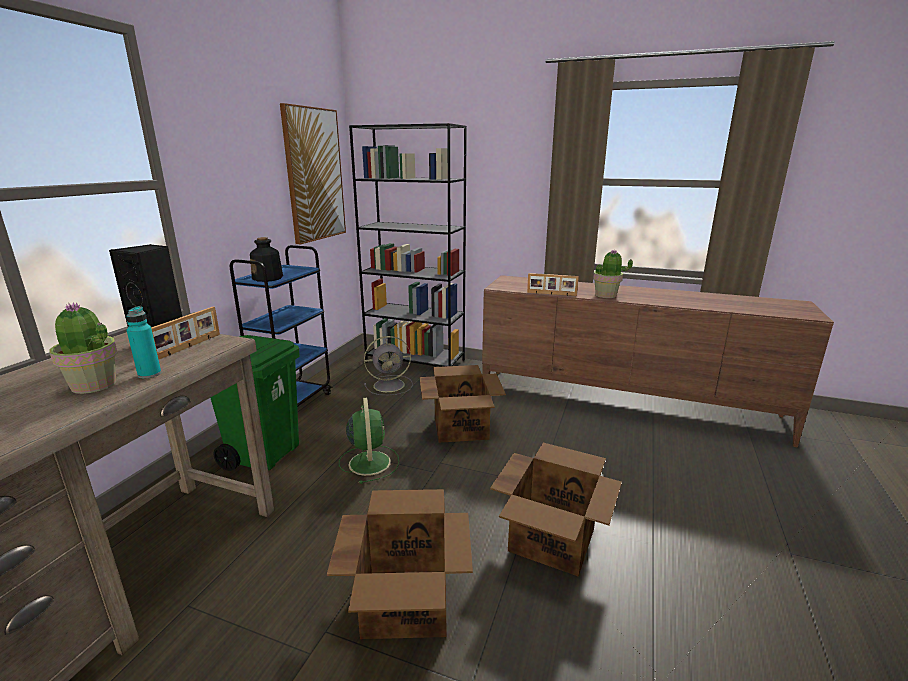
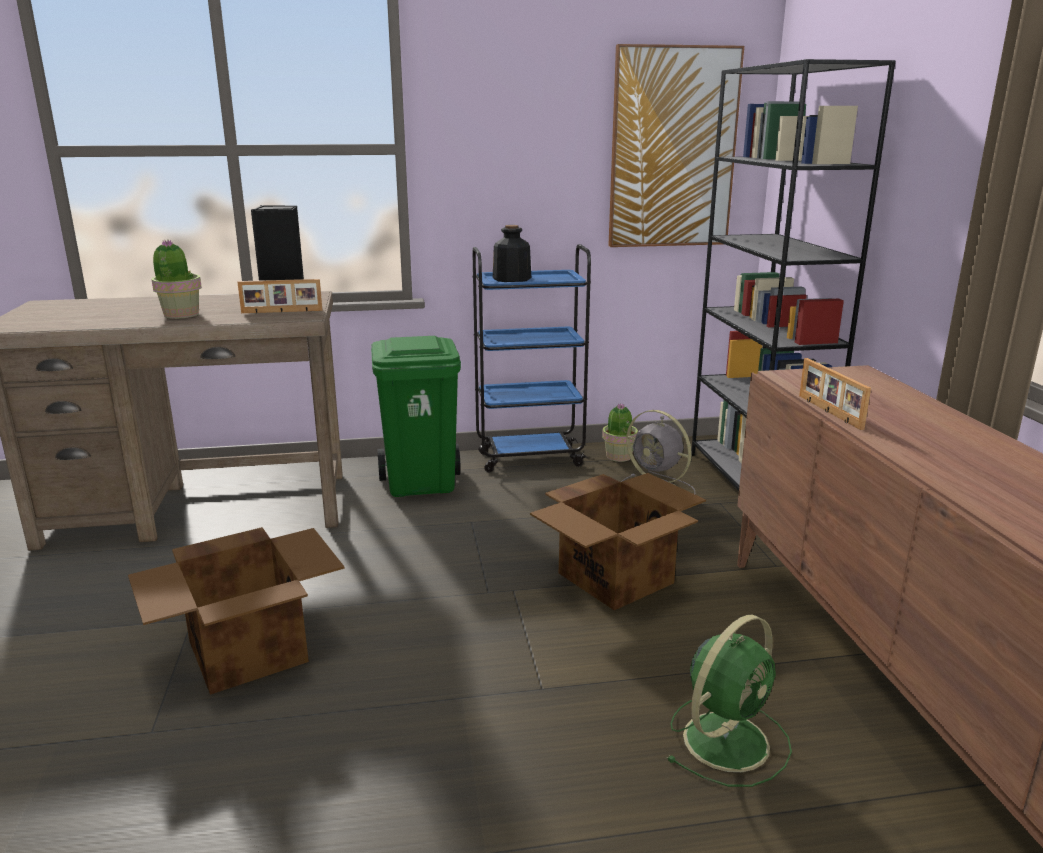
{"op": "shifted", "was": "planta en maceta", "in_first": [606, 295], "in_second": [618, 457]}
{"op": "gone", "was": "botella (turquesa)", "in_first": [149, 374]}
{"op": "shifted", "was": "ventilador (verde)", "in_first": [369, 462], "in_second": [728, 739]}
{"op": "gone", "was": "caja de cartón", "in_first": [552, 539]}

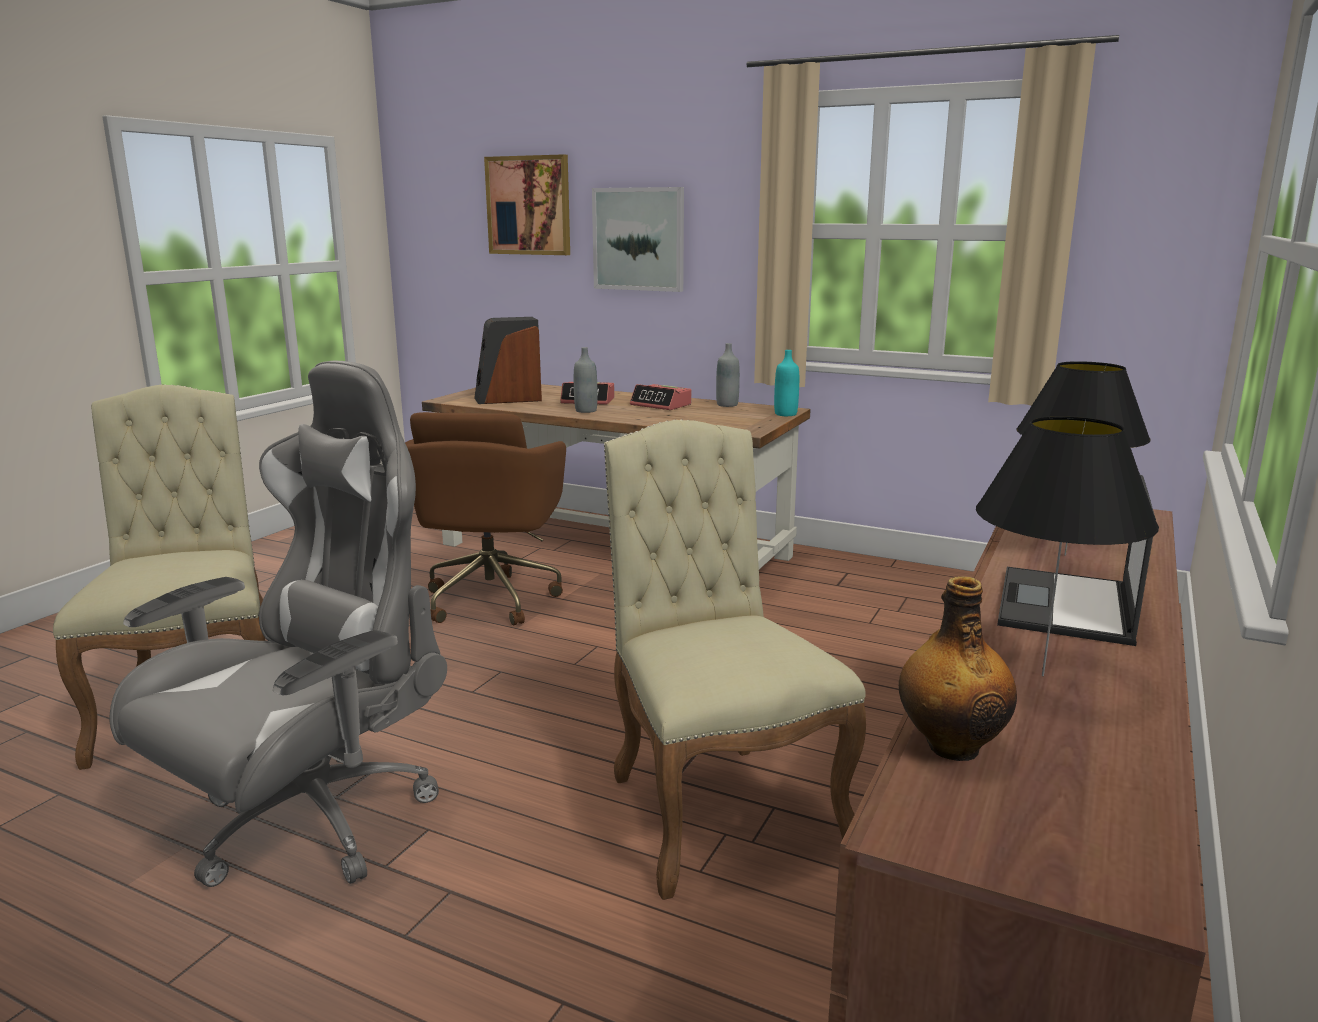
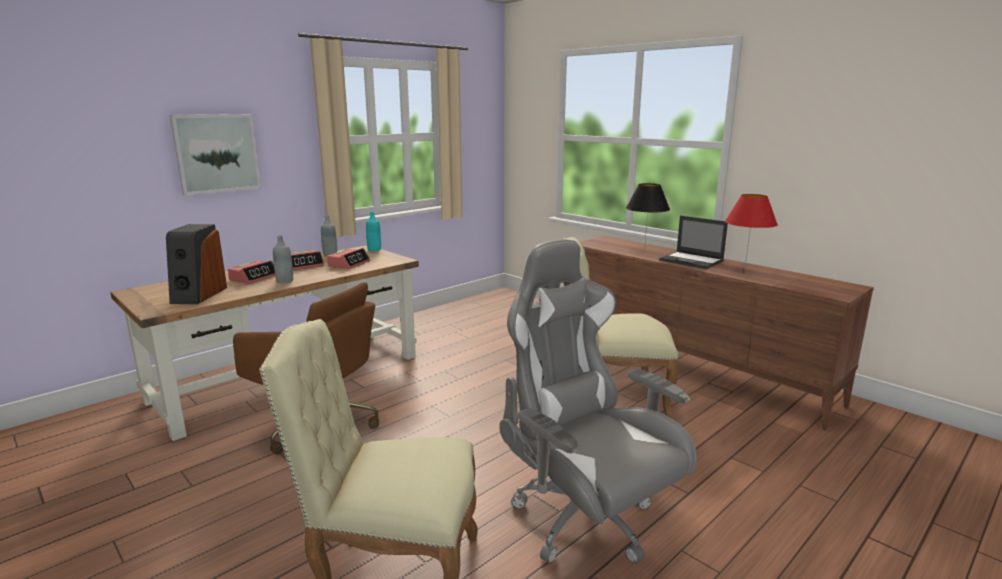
{"op": "gone", "was": "cuadro", "in_first": [529, 205]}
{"op": "repainted", "was": "lámpara de mesa (negro)", "now": "lámpara de mesa (rojo)", "in_first": [1041, 675], "in_second": [744, 272]}
{"op": "gone", "was": "botella", "in_first": [951, 746]}
{"op": "new", "now": "despertador", "in_second": [349, 264]}

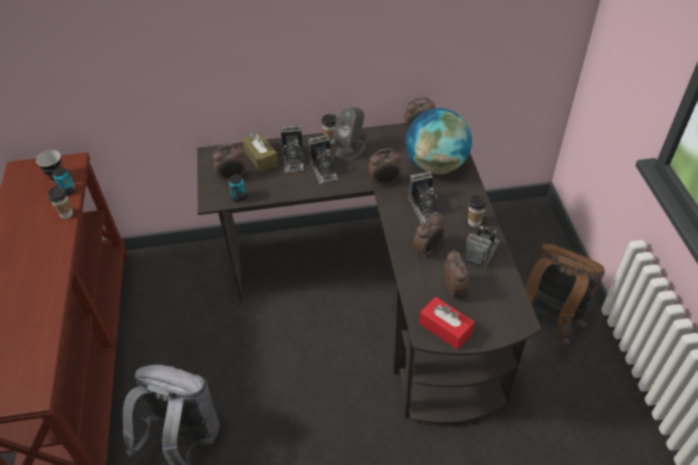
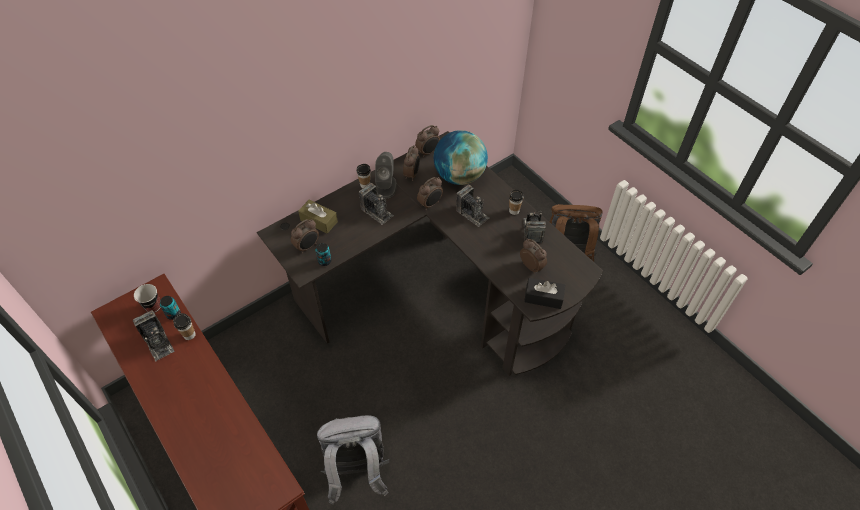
{"op": "shifted", "was": "cámara", "in_first": [293, 159], "in_second": [158, 343]}
{"op": "shifted", "was": "despertador", "in_first": [428, 249], "in_second": [412, 174]}
{"op": "repainted", "was": "caja de pañuelos (rojo)", "now": "caja de pañuelos (negro)", "in_first": [445, 328], "in_second": [543, 297]}

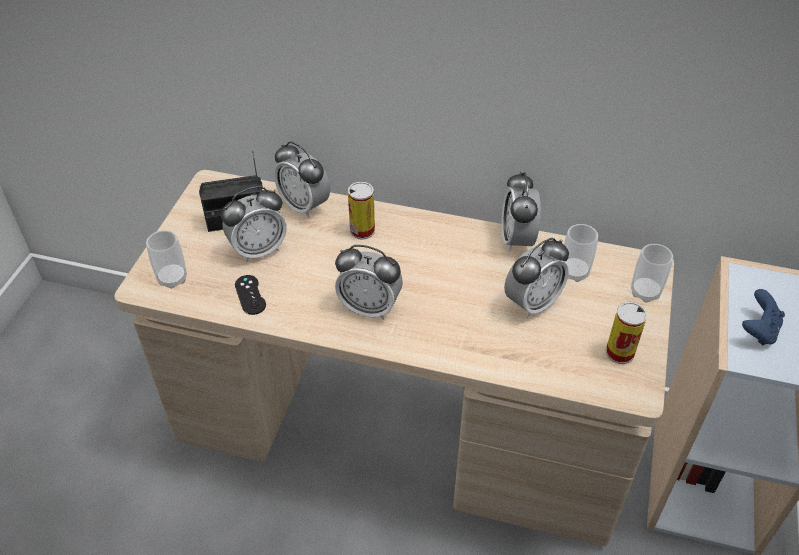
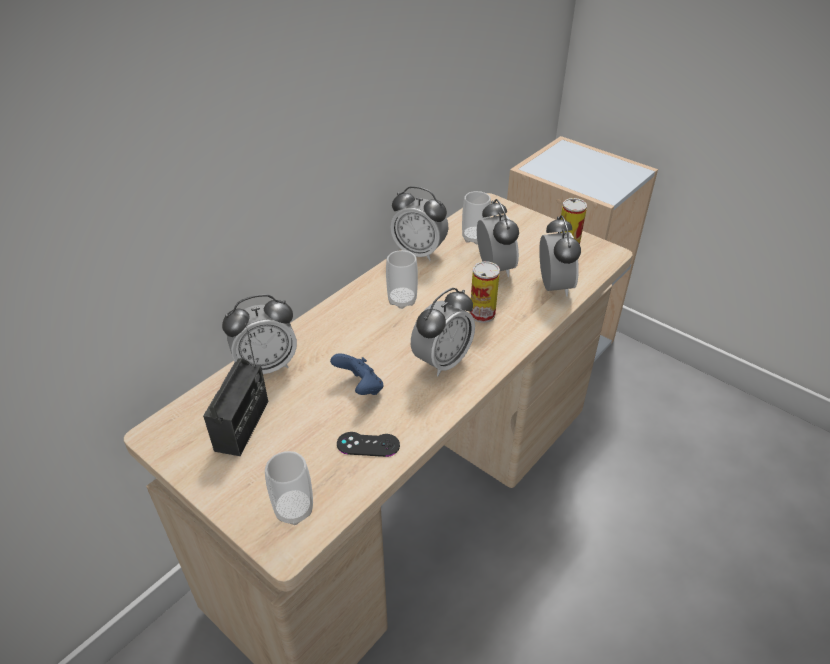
{"op": "shifted", "was": "lata", "in_first": [362, 230], "in_second": [482, 314]}
{"op": "shifted", "was": "despertador", "in_first": [258, 250], "in_second": [554, 286]}
{"op": "shifted", "was": "taza", "in_first": [645, 292], "in_second": [402, 300]}
{"op": "shifted", "was": "mando de consola (azul)", "in_first": [758, 331], "in_second": [360, 387]}

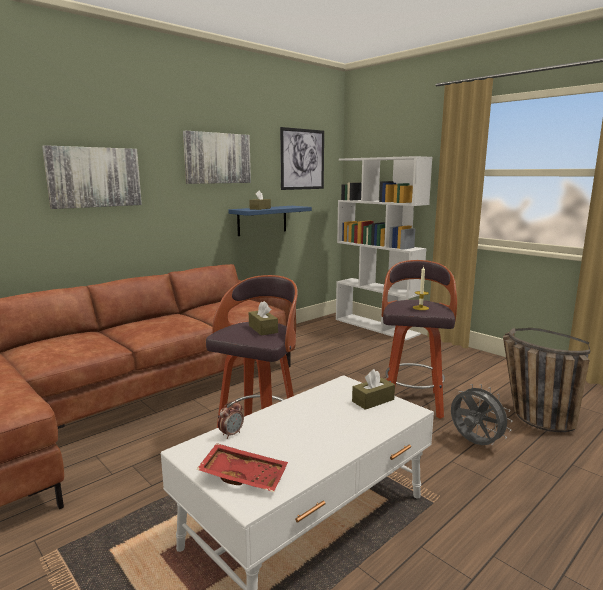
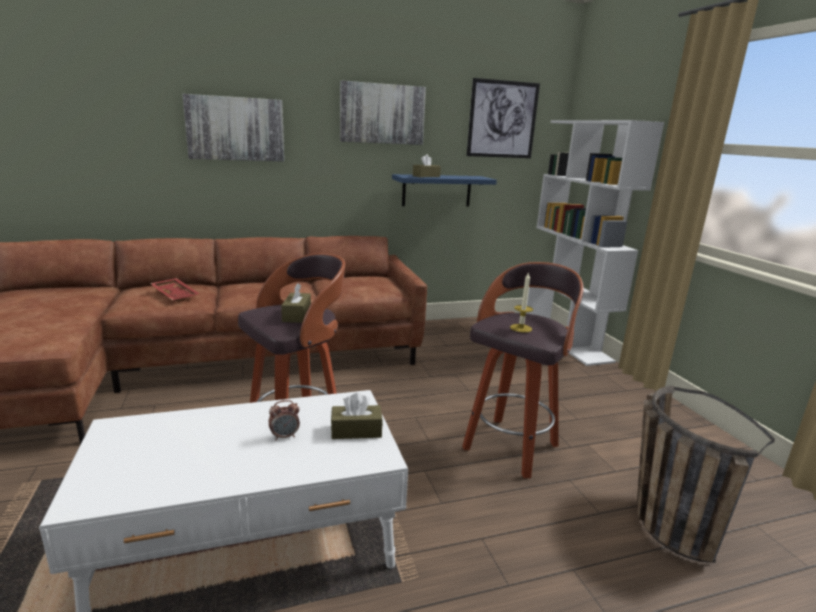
{"op": "gone", "was": "ventilador (gris)", "in_first": [474, 443]}
{"op": "shifted", "was": "despertador", "in_first": [231, 434], "in_second": [285, 436]}
{"op": "shifted", "was": "bandeja (rojo)", "in_first": [244, 475], "in_second": [176, 295]}

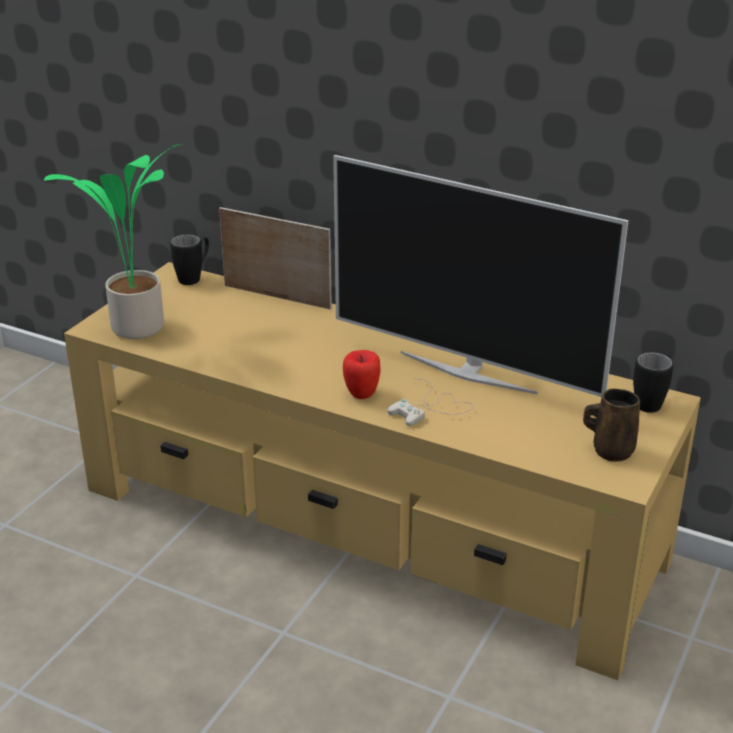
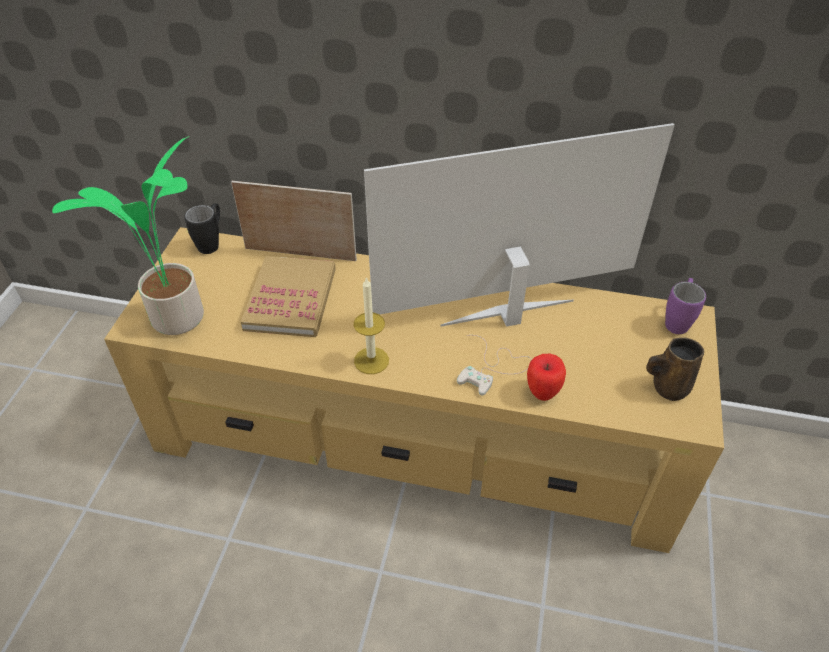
{"op": "rotated", "was": "televisor", "in_first": [468, 372], "in_second": [508, 315], "clockwise": 150}
{"op": "shifted", "was": "manzana", "in_first": [361, 394], "in_second": [542, 392]}
{"op": "repainted", "was": "taza grande (negro)", "now": "taza grande (morado)", "in_first": [652, 401], "in_second": [677, 320]}
{"op": "new", "now": "libro", "in_second": [291, 299]}
{"op": "new", "now": "vela", "in_second": [371, 360]}

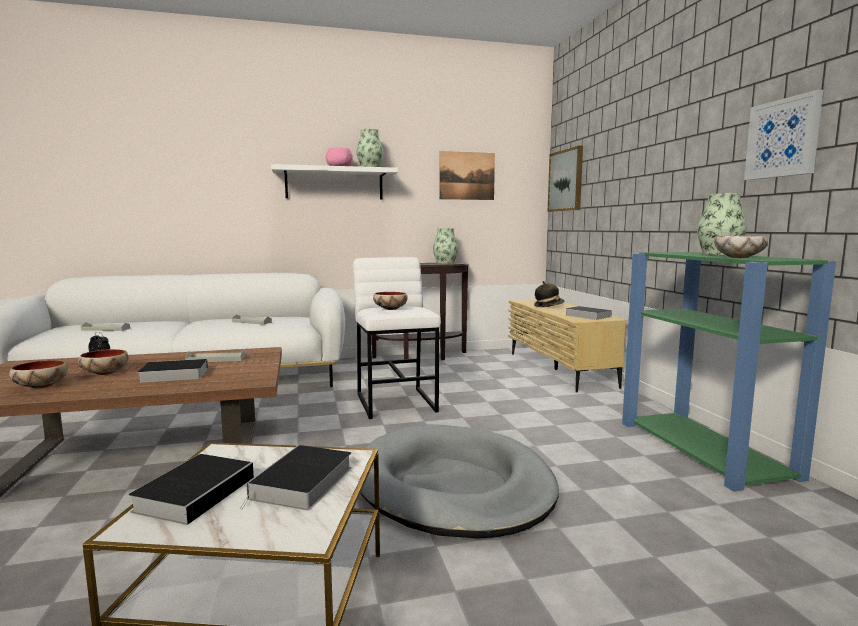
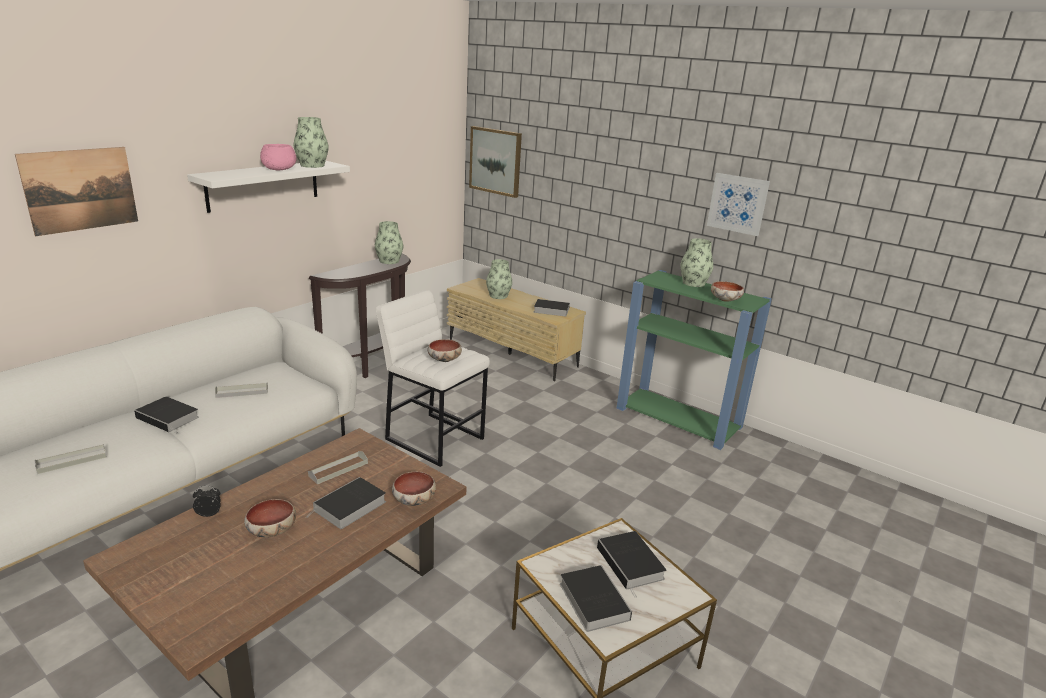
{"op": "shifted", "was": "cuadro", "in_first": [467, 176], "in_second": [80, 190]}
{"op": "swapped", "was": "sombrero", "now": "florero", "in_first": [548, 306], "in_second": [498, 296]}
{"op": "shifted", "was": "cuenco", "in_first": [40, 386], "in_second": [414, 500]}
{"op": "gone", "was": "cama para perro (gris)", "in_first": [453, 486]}
{"op": "new", "now": "libro", "in_second": [169, 418]}

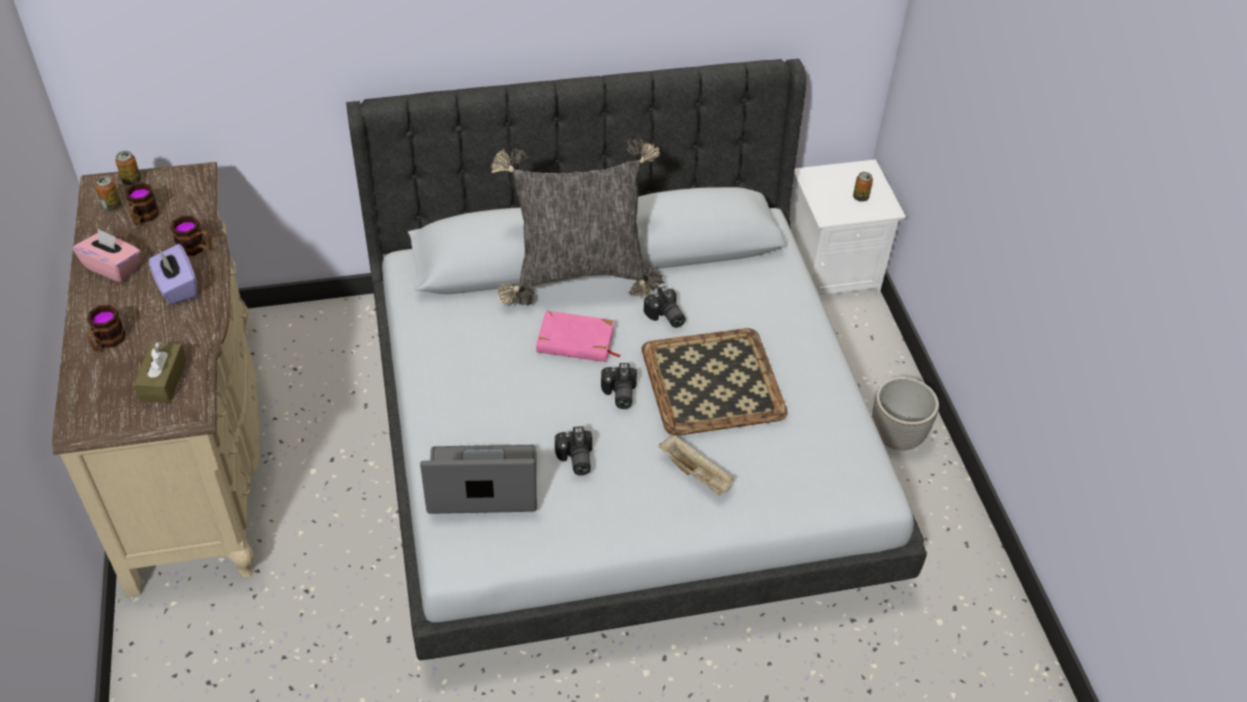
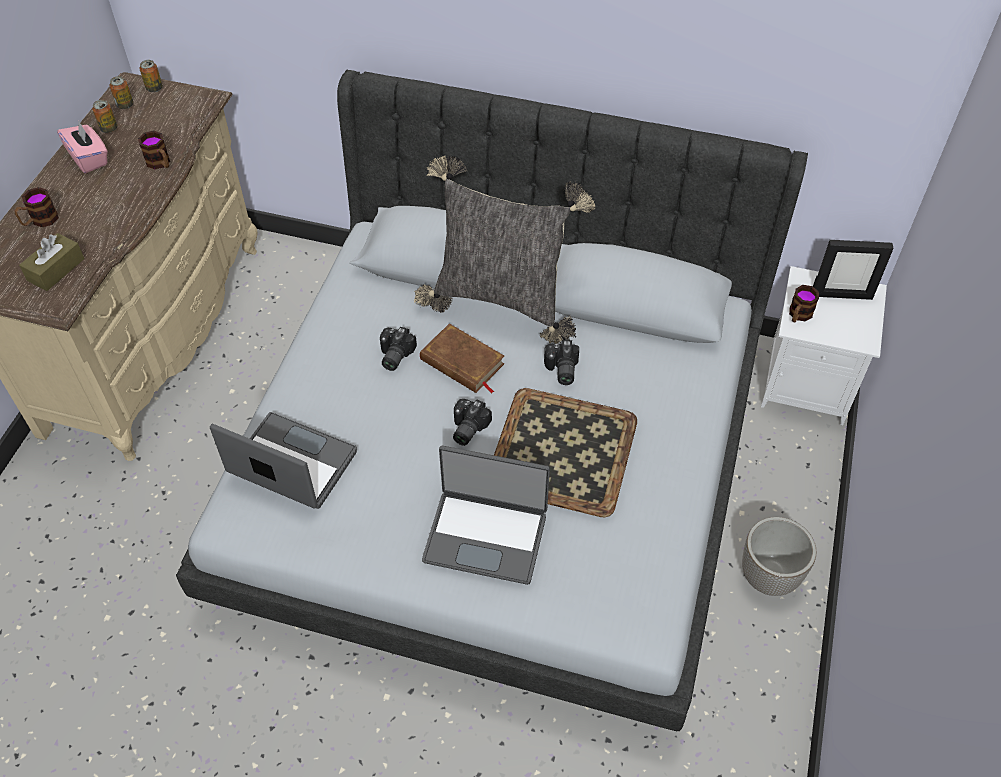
{"op": "shifted", "was": "lata", "in_first": [860, 197], "in_second": [109, 128]}
{"op": "shifted", "was": "taza grande", "in_first": [143, 217], "in_second": [798, 315]}
{"op": "gone", "was": "caja de pañuelos (morado)", "in_first": [177, 287]}
{"op": "repainted", "was": "libro (rosa)", "now": "libro (marrón)", "in_first": [575, 341], "in_second": [462, 362]}
{"op": "shifted", "was": "cámara", "in_first": [574, 460], "in_second": [393, 355]}
{"op": "swapped", "was": "bandeja (beis)", "now": "portátil", "in_first": [696, 474], "in_second": [486, 536]}
{"op": "new", "now": "portarretratos", "in_second": [842, 294]}

